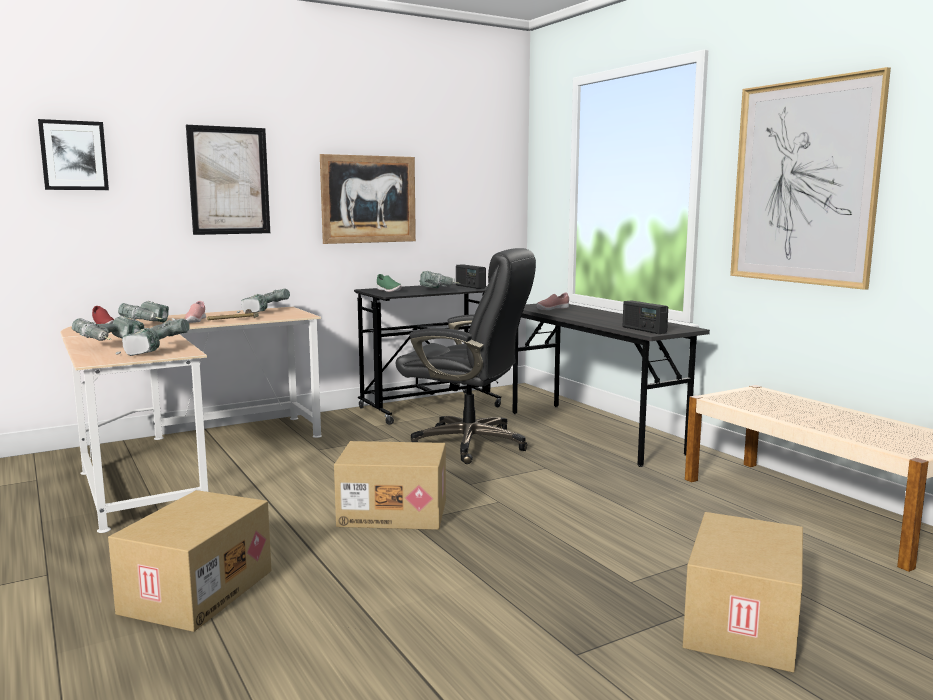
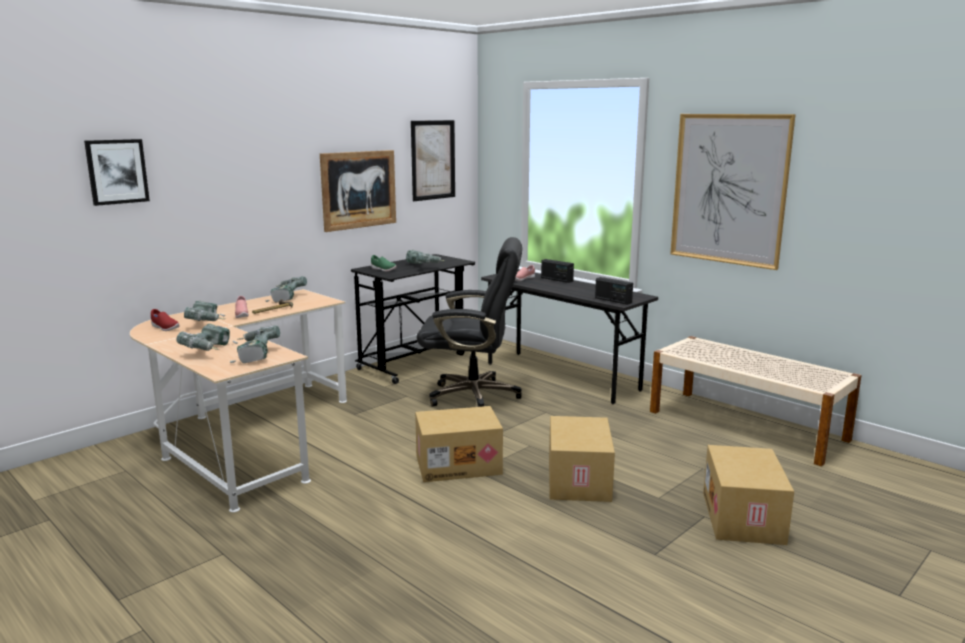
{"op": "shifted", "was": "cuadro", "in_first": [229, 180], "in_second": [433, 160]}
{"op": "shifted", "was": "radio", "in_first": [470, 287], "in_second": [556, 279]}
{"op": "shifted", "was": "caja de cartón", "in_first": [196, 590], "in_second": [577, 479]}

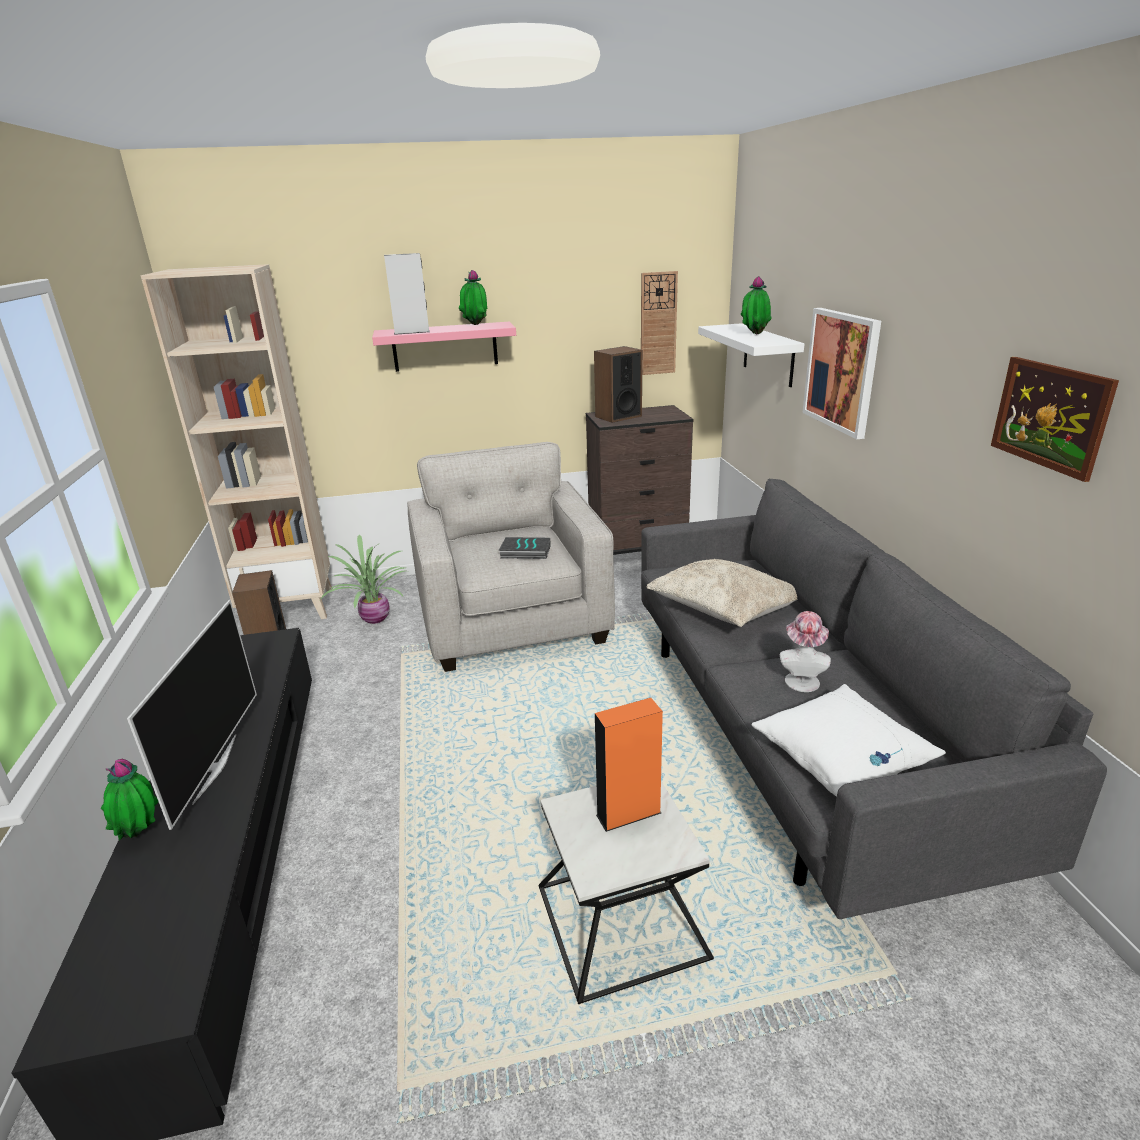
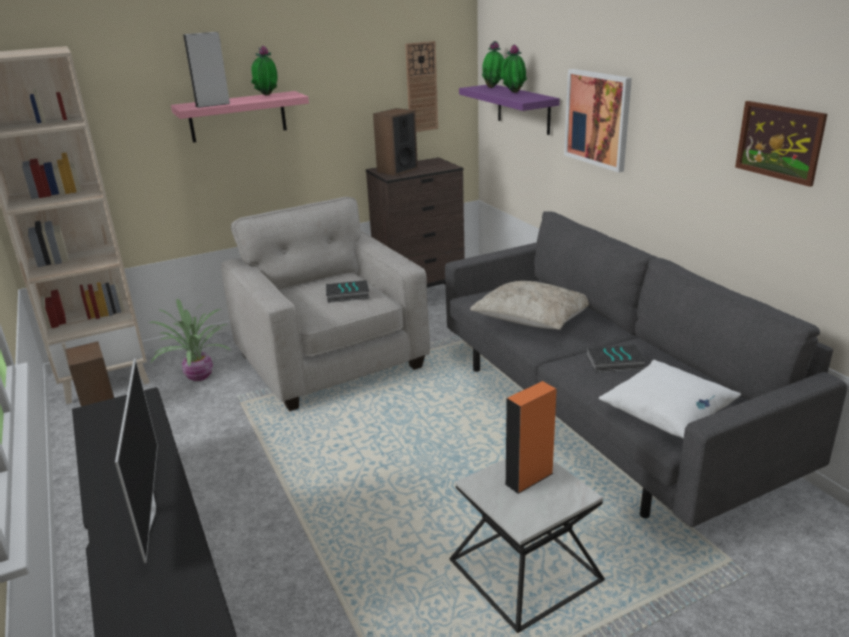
{"op": "repainted", "was": "estante (blanco)", "now": "estante (morado)", "in_first": [768, 354], "in_second": [523, 109]}
{"op": "swapped", "was": "sombrero", "now": "libro", "in_first": [801, 679], "in_second": [614, 363]}
{"op": "shifted", "was": "planta en maceta", "in_first": [141, 834], "in_second": [493, 87]}

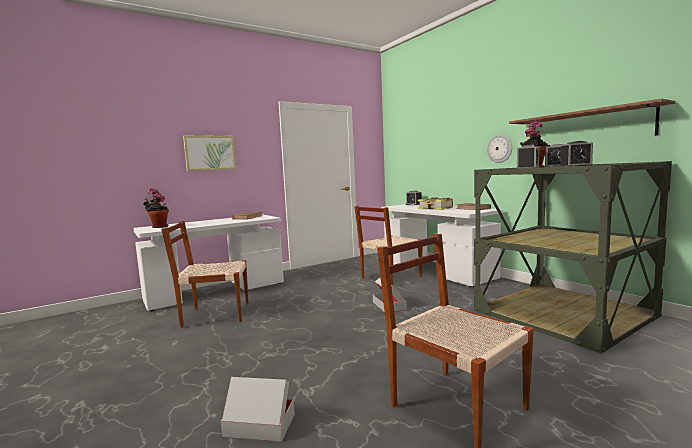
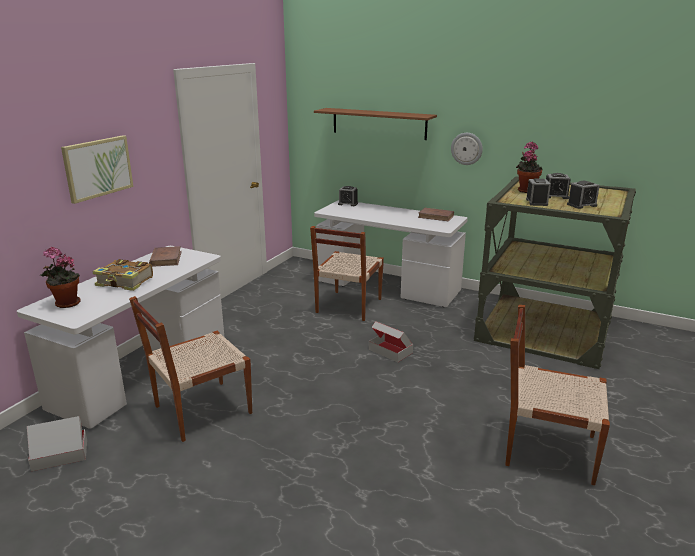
{"op": "shifted", "was": "estante (marrón)", "in_first": [587, 127], "in_second": [379, 123]}
{"op": "shifted", "was": "libro", "in_first": [435, 209], "in_second": [125, 282]}
{"op": "shifted", "was": "caja de cartón", "in_first": [259, 425], "in_second": [60, 455]}

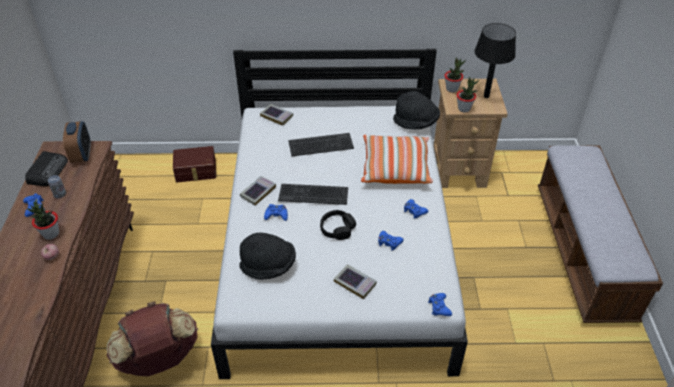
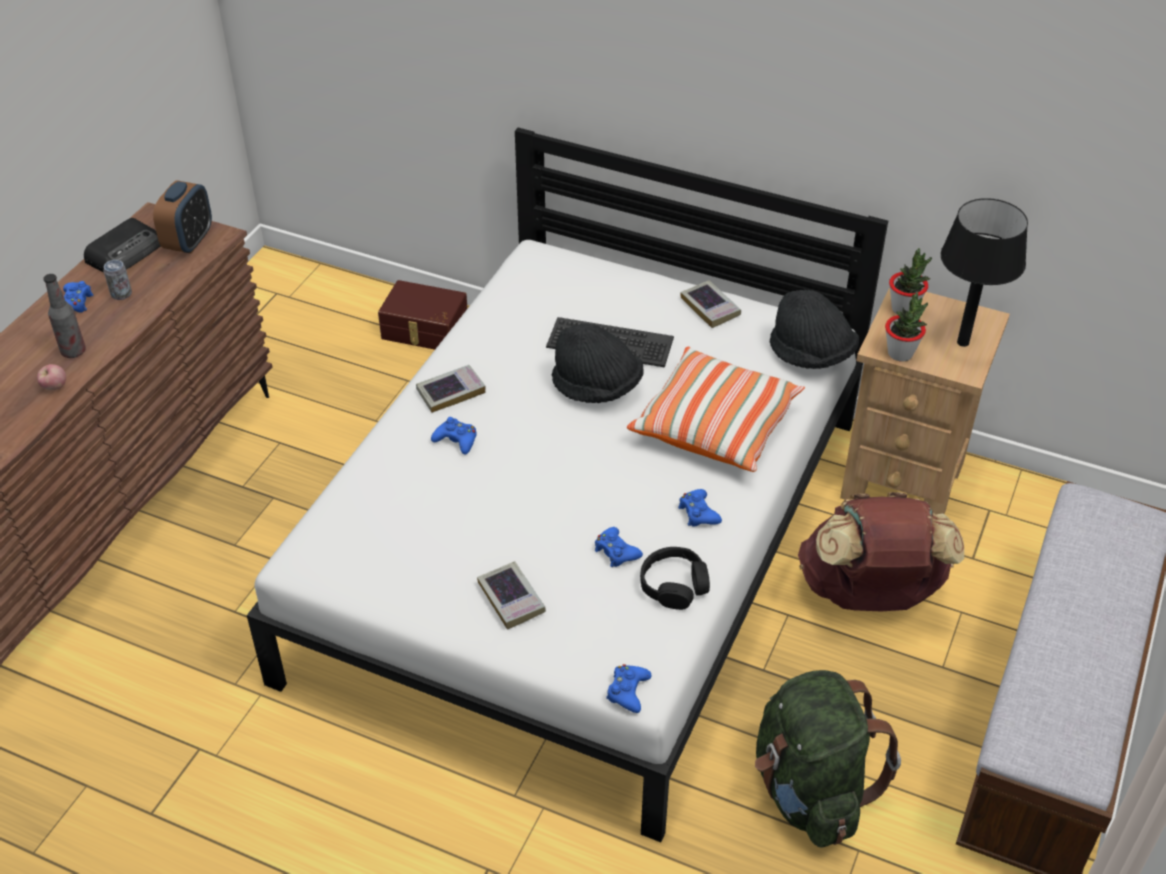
{"op": "shifted", "was": "libro", "in_first": [276, 116], "in_second": [710, 307]}
{"op": "gone", "was": "teclado", "in_first": [313, 194]}
{"op": "swapped", "was": "planta en maceta", "now": "botella", "in_first": [51, 234], "in_second": [73, 351]}
{"op": "shifted", "was": "auriculares (negro)", "in_first": [337, 229], "in_second": [674, 585]}
{"op": "shifted", "was": "sombrero (negro)", "in_first": [268, 266], "in_second": [597, 387]}
{"op": "shifted", "was": "mochila (marrón)", "in_first": [159, 359], "in_second": [869, 594]}
{"op": "new", "now": "mochila (verde)", "in_second": [810, 791]}

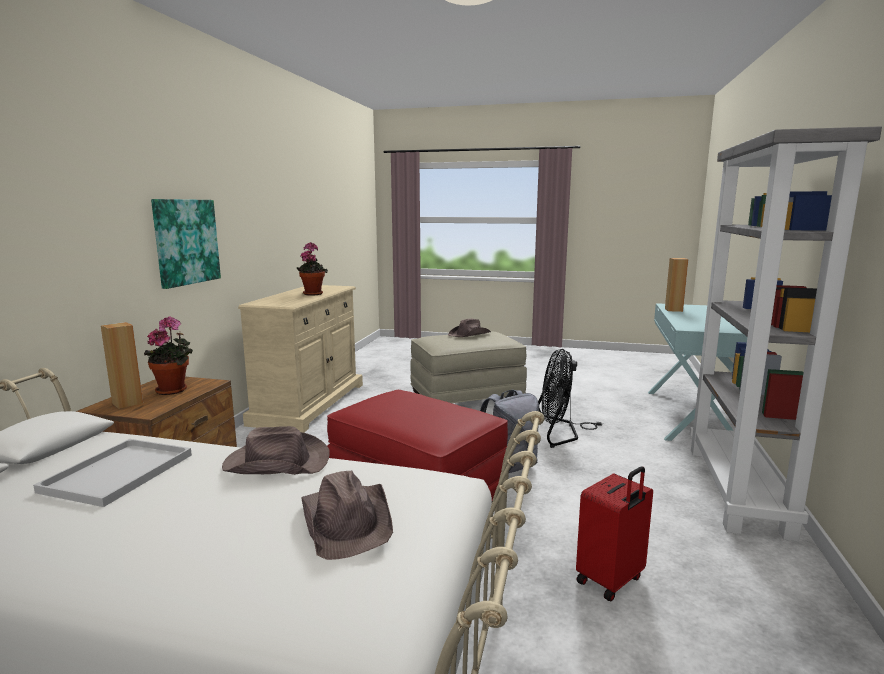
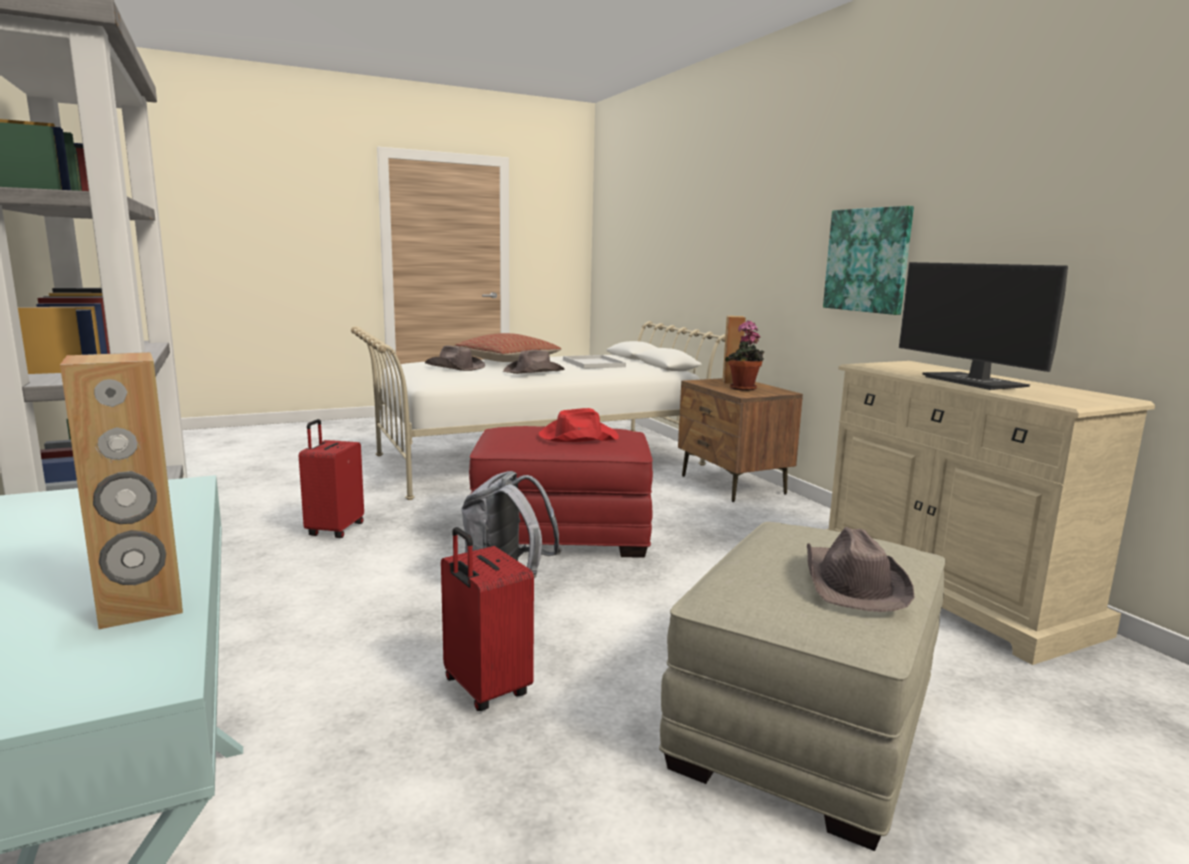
{"op": "swapped", "was": "planta en maceta", "now": "monitor", "in_first": [312, 293], "in_second": [975, 382]}
{"op": "swapped", "was": "ventilador (negro)", "now": "maleta (rojo)", "in_first": [562, 430], "in_second": [484, 689]}
{"op": "new", "now": "cojín", "in_second": [508, 361]}
{"op": "new", "now": "sombrero (rojo)", "in_second": [577, 437]}

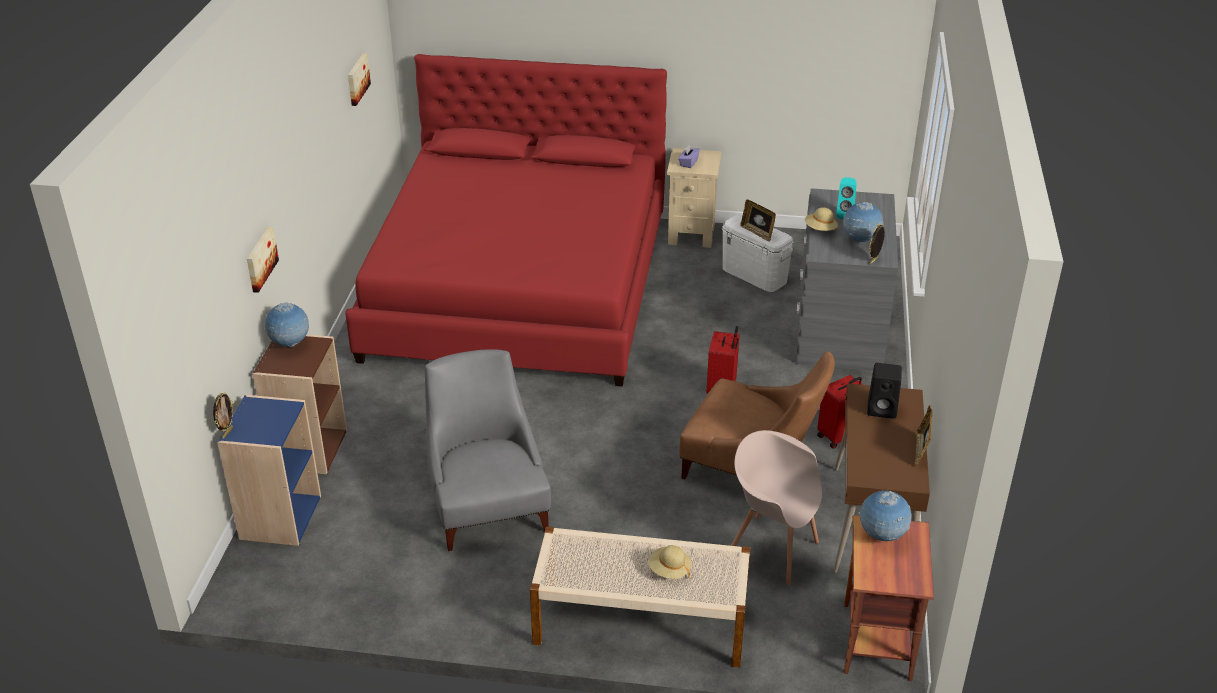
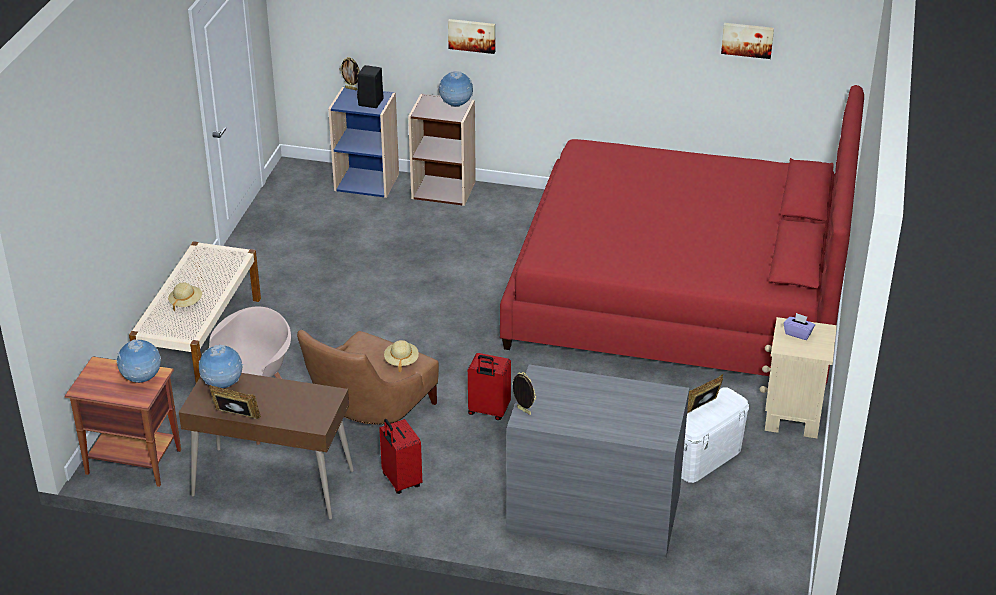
{"op": "gone", "was": "altavoz (turquesa)", "in_first": [844, 214]}
{"op": "shifted", "was": "globo terráqueo", "in_first": [860, 240], "in_second": [223, 385]}
{"op": "shifted", "was": "sombrero (beis)", "in_first": [820, 229], "in_second": [401, 361]}
{"op": "gone", "was": "sillón (gris)", "in_first": [486, 502]}
{"op": "shifted", "was": "altavoz (negro)", "in_first": [883, 409], "in_second": [370, 103]}

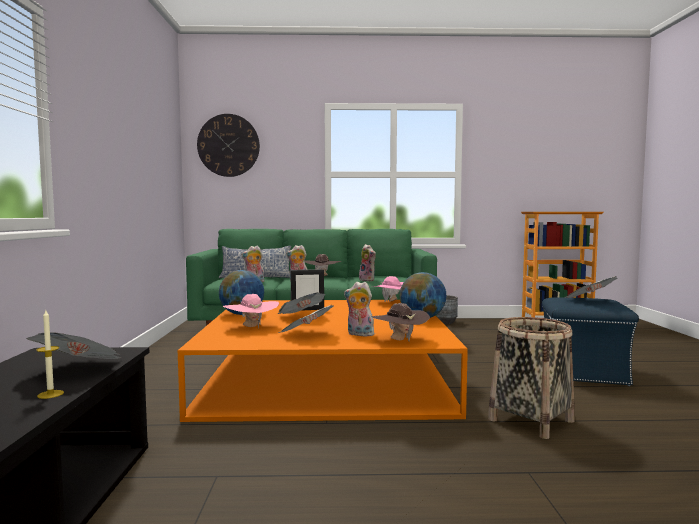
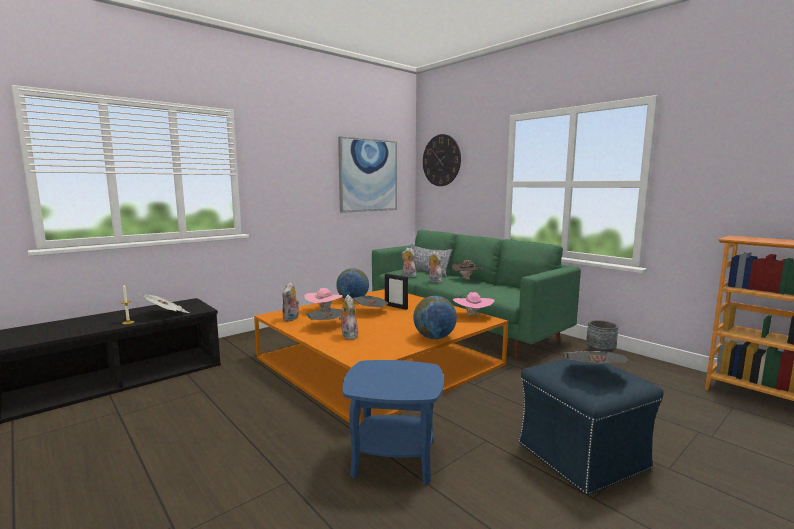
{"op": "shifted", "was": "peluche", "in_first": [368, 280], "in_second": [291, 319]}
{"op": "gone", "was": "sombrero (marrón)", "in_first": [399, 340]}
{"op": "swapped", "was": "cesta", "now": "mesa auxiliar (azul)", "in_first": [531, 420], "in_second": [394, 458]}
{"op": "new", "now": "cuadro", "in_second": [368, 175]}

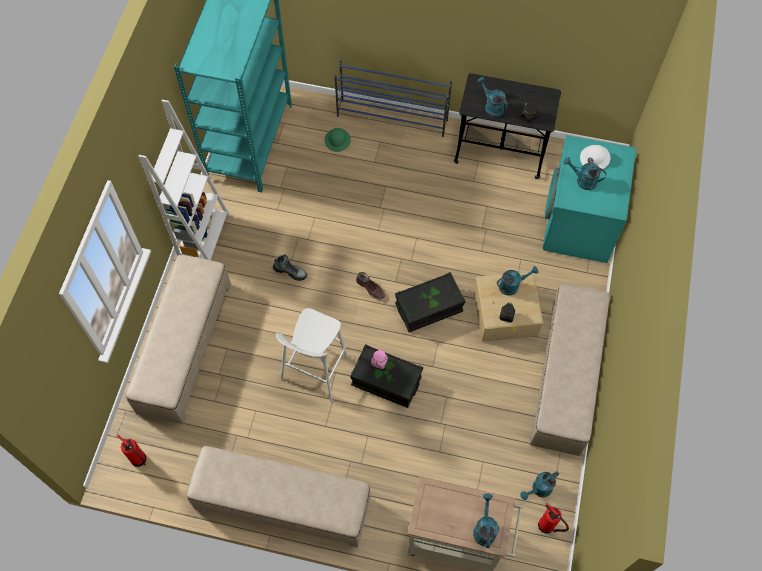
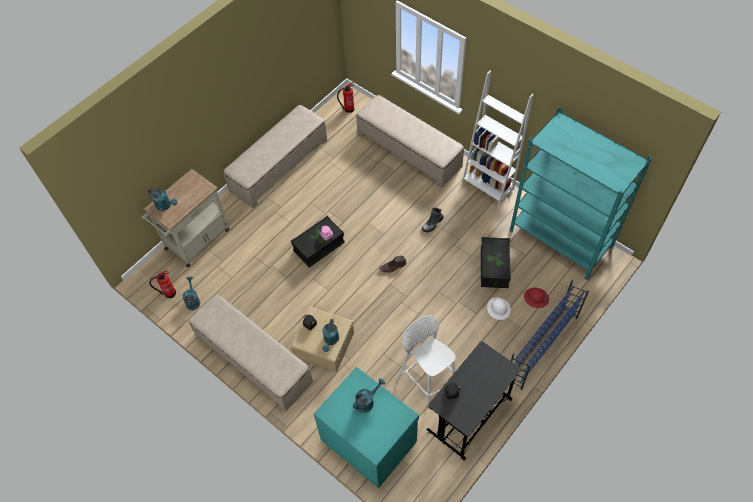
{"op": "gone", "was": "regadera (turquesa)", "in_first": [491, 106]}
{"op": "repainted", "was": "casco (verde)", "now": "casco (rojo)", "in_first": [337, 140], "in_second": [536, 298]}
{"op": "shifted", "was": "casco (blanco)", "in_first": [594, 158], "in_second": [498, 309]}
{"op": "shifted", "was": "caja de almacenaje (negro)", "in_first": [428, 308], "in_second": [494, 268]}
{"op": "shifted", "was": "taburete (blanco)", "in_first": [316, 370], "in_second": [427, 379]}

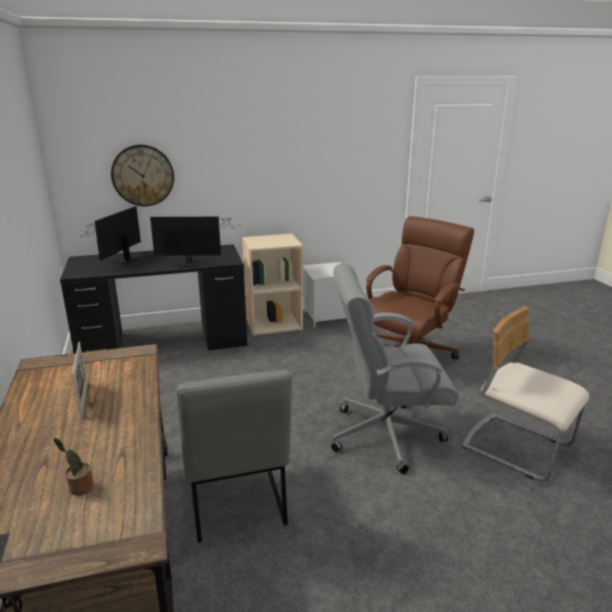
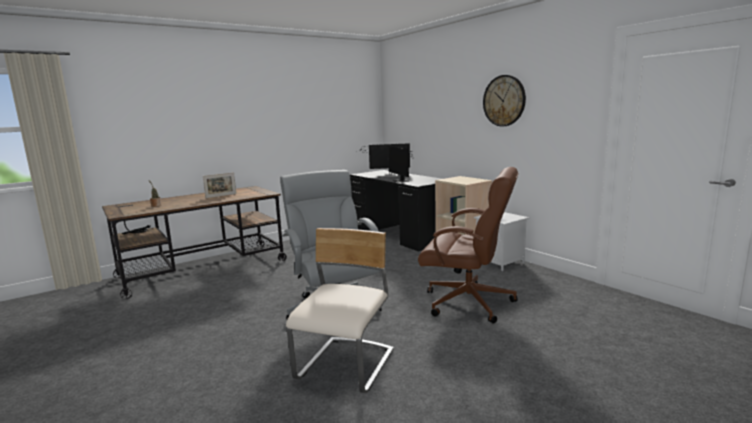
{"op": "shifted", "was": "reloj de pared", "in_first": [143, 175], "in_second": [504, 101]}
{"op": "gone", "was": "silla (gris)", "in_first": [235, 499]}

